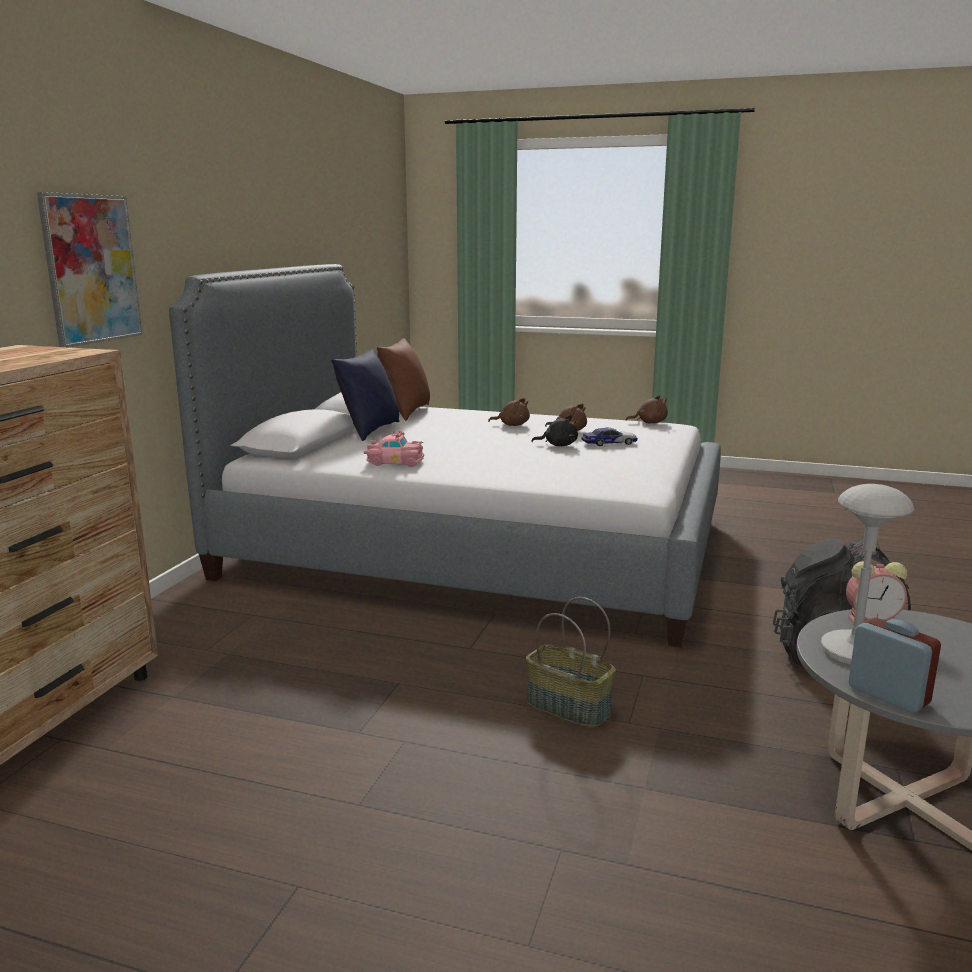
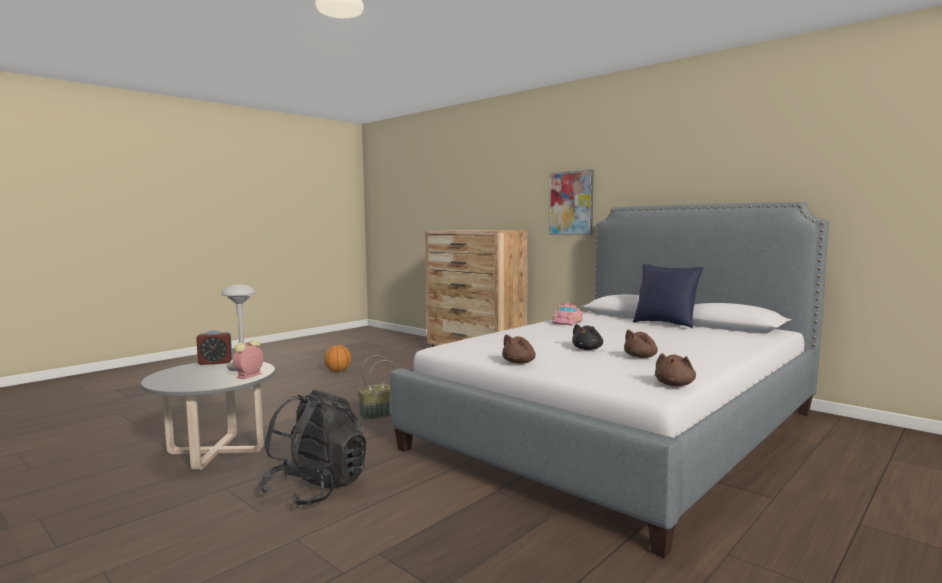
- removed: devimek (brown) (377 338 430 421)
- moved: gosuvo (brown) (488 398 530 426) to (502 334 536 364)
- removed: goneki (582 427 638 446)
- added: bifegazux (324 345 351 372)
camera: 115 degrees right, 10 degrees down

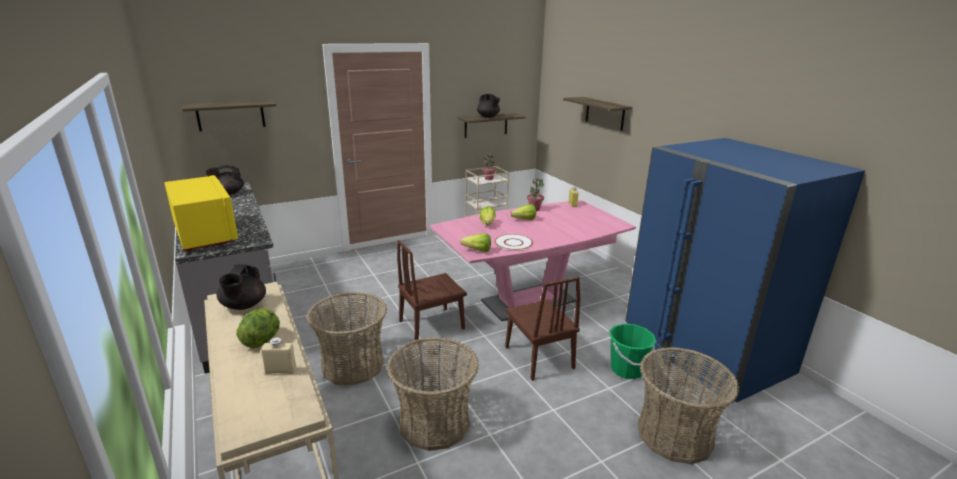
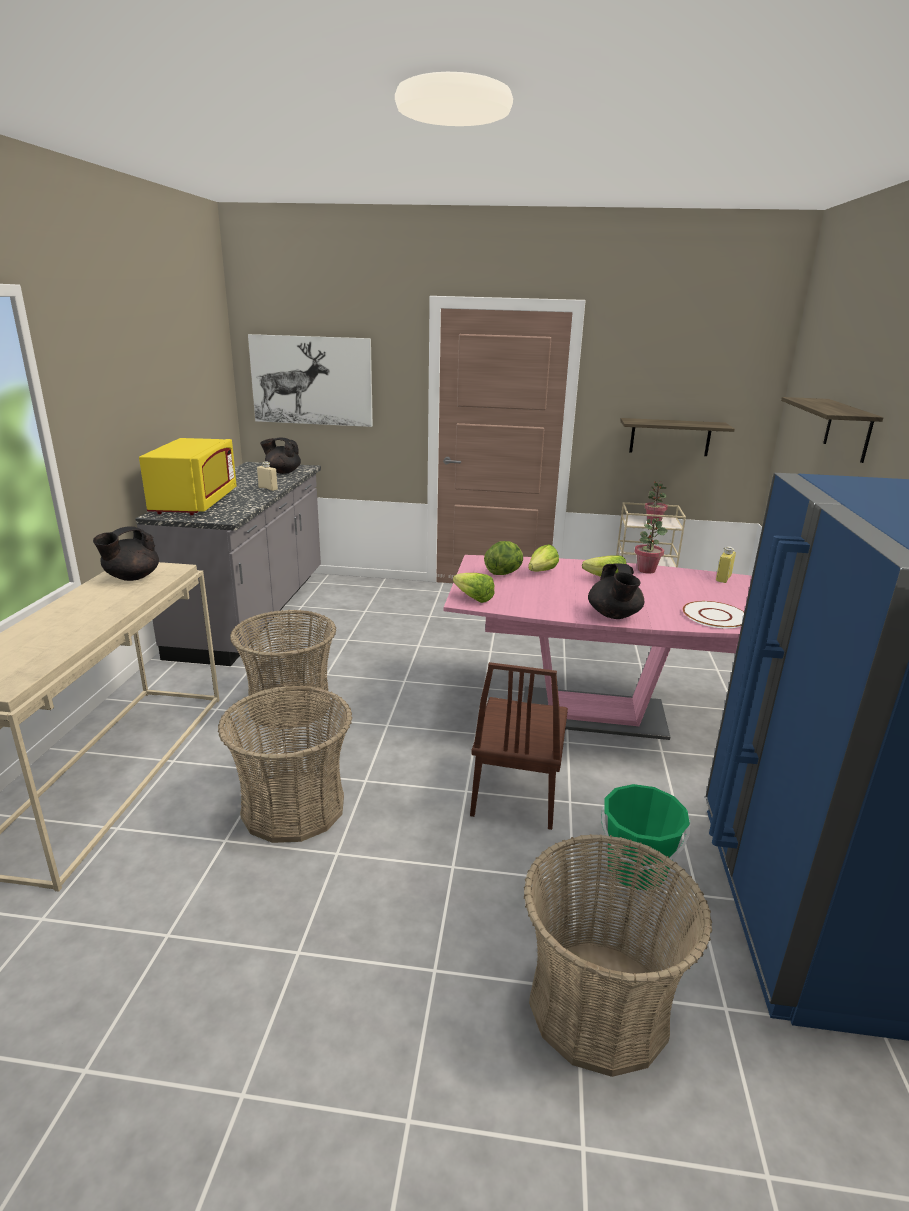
- replaced: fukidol (182 100 276 131) to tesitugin (248 334 373 427)
- moved: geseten (236 308 280 348) to (484 541 523 575)
- moved: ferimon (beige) (261 338 296 374) to (257 461 278 491)
- removed: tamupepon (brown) (397 240 467 340)
- moved: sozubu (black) (477 94 500 118) to (588 563 644 619)
- moved: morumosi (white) (495 234 533 251) to (683 601 744 629)
camera: 35 degrees right, 0 degrees up

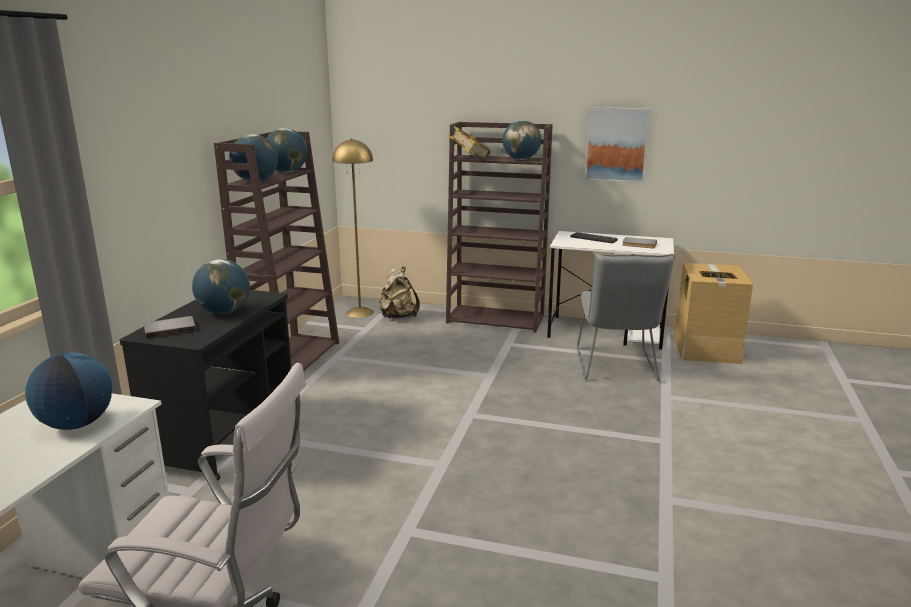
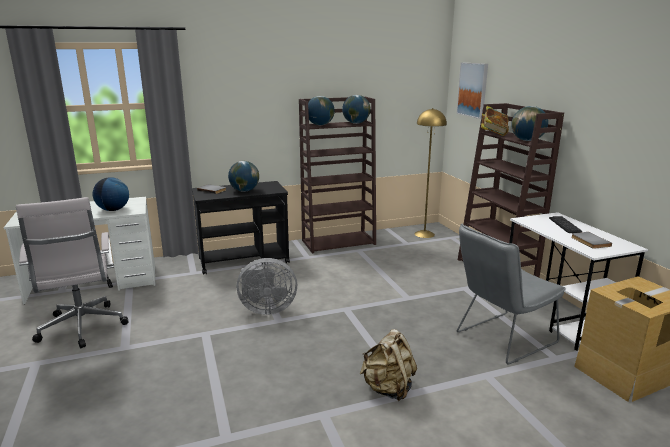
- moved: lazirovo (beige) (379 267 420 319) to (360 329 417 401)
- moved: tesitugin (585 107 650 183) to (456 62 488 119)
- added: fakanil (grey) (237 258 297 315)
camera: 55 degrees right, 0 degrees up

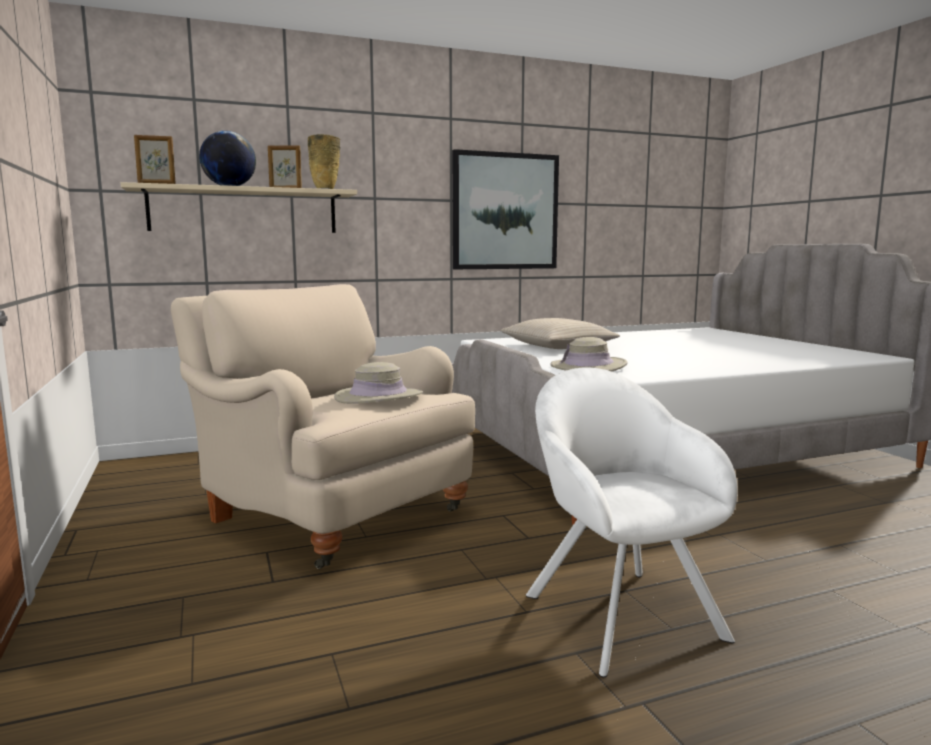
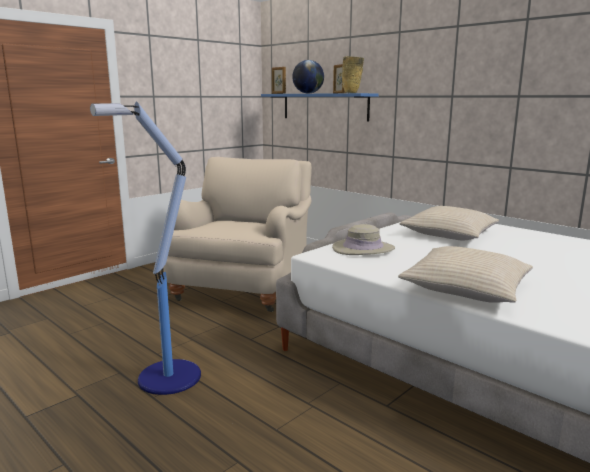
- recoloured: fukidol (beige) (121 182 357 233) to fukidol (blue) (261 93 379 121)
- removed: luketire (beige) (334 362 423 404)
- removed: tesitugin (452 149 559 269)
- replaced: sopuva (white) (526 368 738 677) to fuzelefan (90 102 201 395)
- added: devimek (beige) (398 246 533 303)
camera: 65 degrees right, 5 degrees up

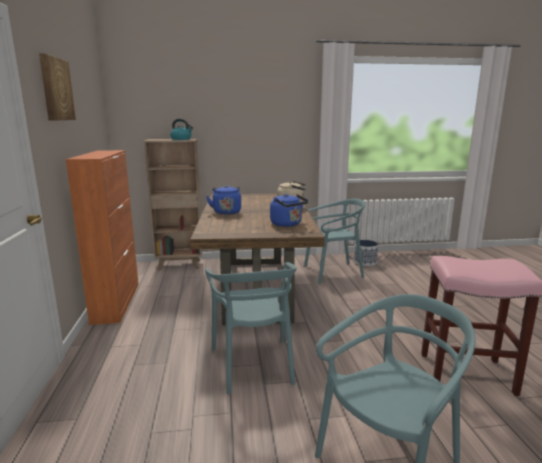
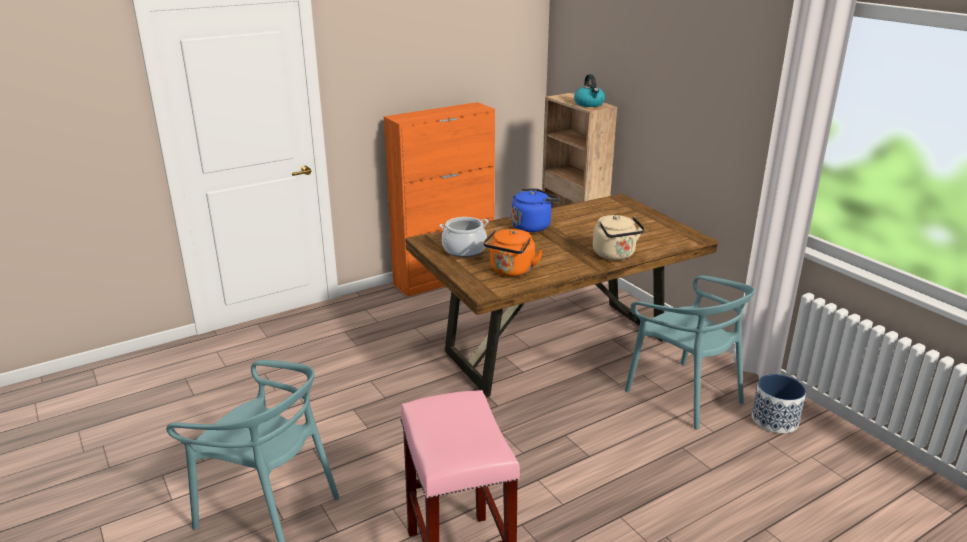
- removed: tesitugin (39 53 76 120)
- removed: tamupepon (turquoise) (205 262 297 395)
- recoloured: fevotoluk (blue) (270 194 308 227) to fevotoluk (orange) (483 229 543 277)
- added: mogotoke (440 217 489 257)
camera: 65 degrees right, 10 degrees up

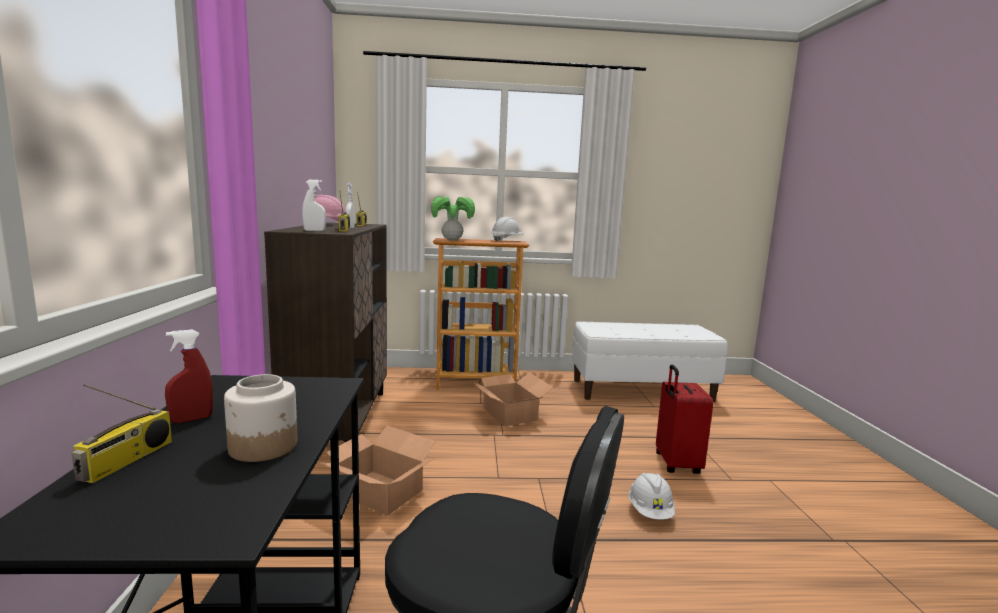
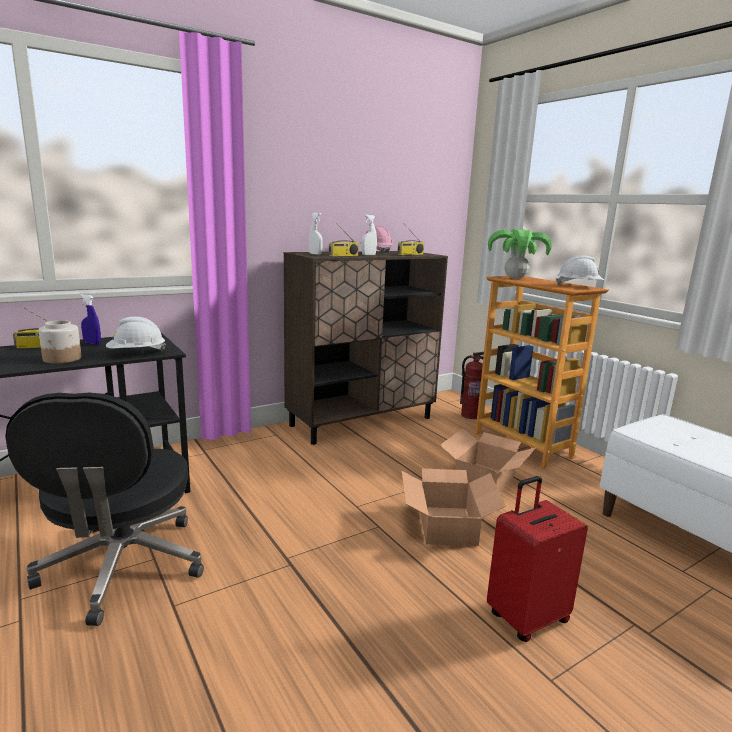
- recoloured: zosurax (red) (165 329 213 423) to zosurax (blue) (80 294 101 345)
- moved: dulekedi (318 426 436 516) to (402 469 506 546)
- moved: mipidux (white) (628 473 675 520) to (106 317 166 351)
- added: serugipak (460 352 484 419)
camera: 60 degrees right, 5 degrees up

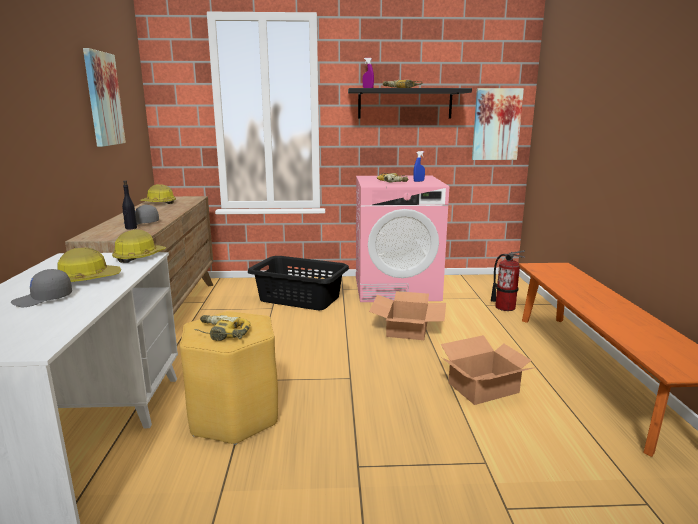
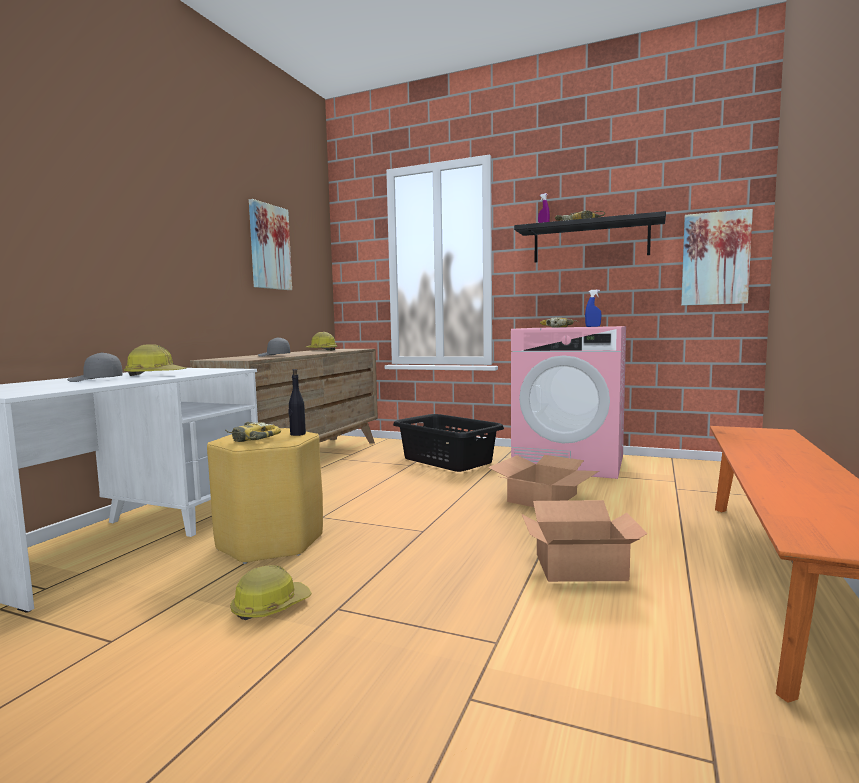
- moved: mipidux (112 229 166 263) to (230 565 312 620)
- moved: ferimon (black) (122 180 137 229) to (288 369 306 436)
- removed: serugipak (491 250 525 311)
camera: 25 degrees right, 10 degrees down

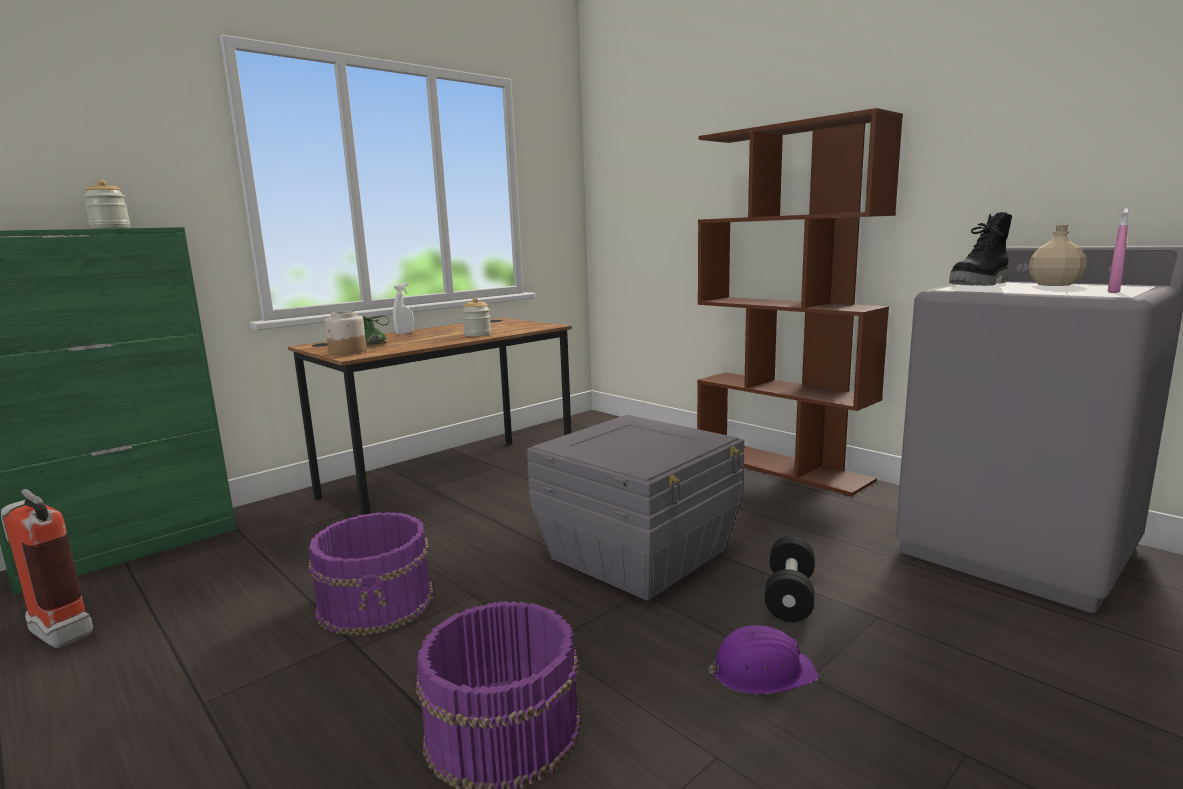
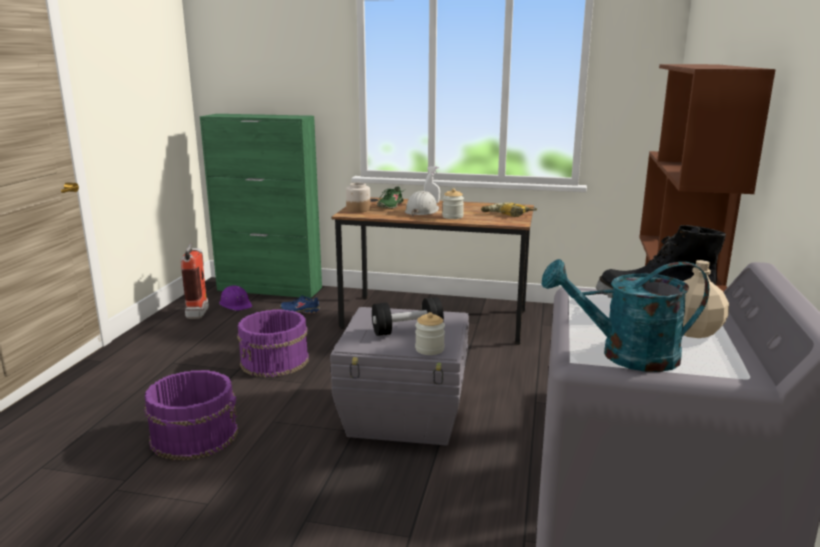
- moved: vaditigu (83 180 130 229) to (415 312 445 355)
- moved: mipidux (purple) (707 625 819 695) to (219 286 252 311)
- moved: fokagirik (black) (765 536 815 622) to (372 297 444 336)
- replaced: zosurax (pink) (1108 208 1129 293) to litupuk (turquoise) (542 259 709 372)
- added: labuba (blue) (280 295 320 313)
- added: mipidux (white) (405 191 439 216)
- added: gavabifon (481 202 537 217)
camera: 55 degrees right, 5 degrees up

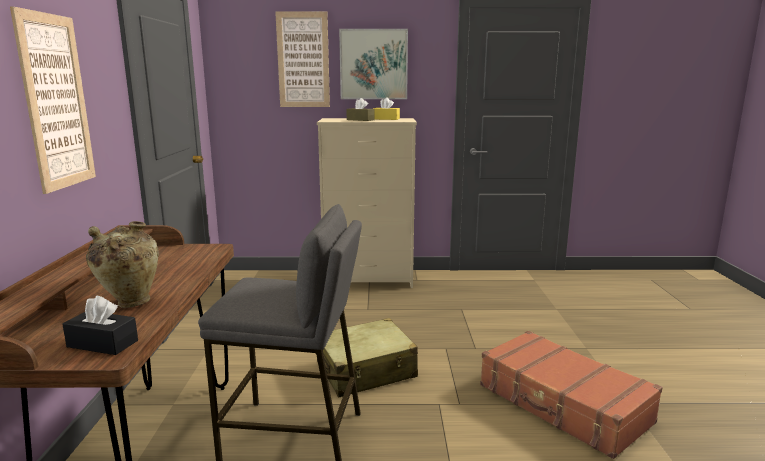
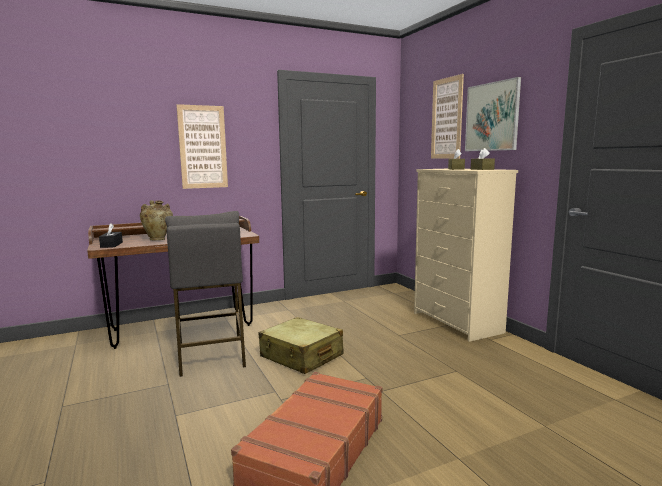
- recoloured: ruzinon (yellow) (373 97 400 120) to ruzinon (brown) (471 148 495 170)
camera: 65 degrees right, 5 degrees down

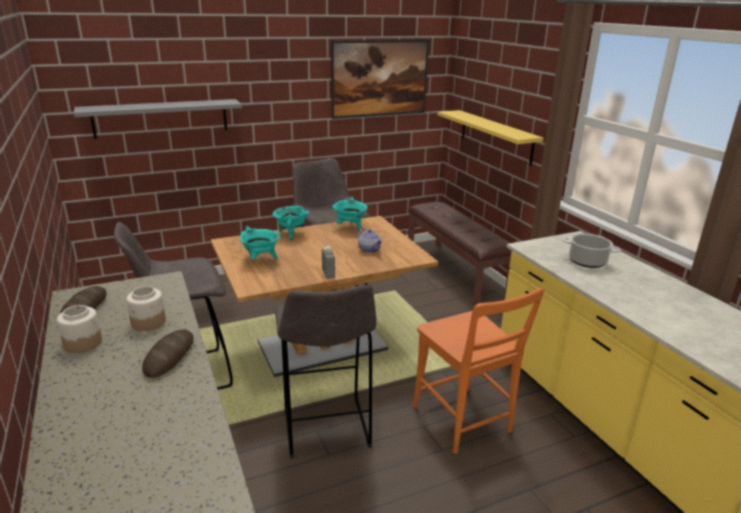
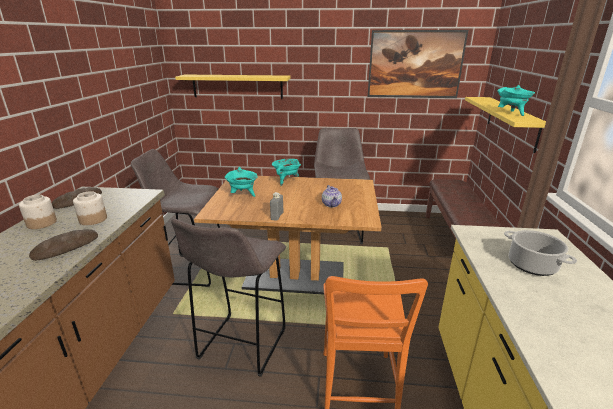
- recoloured: fukidol (grey) (74 99 242 139) to fukidol (yellow) (175 75 291 99)
- moved: mogotoke (turquoise) (333 197 368 229) to (497 85 535 116)
camera: 30 degrees right, 0 degrees up

